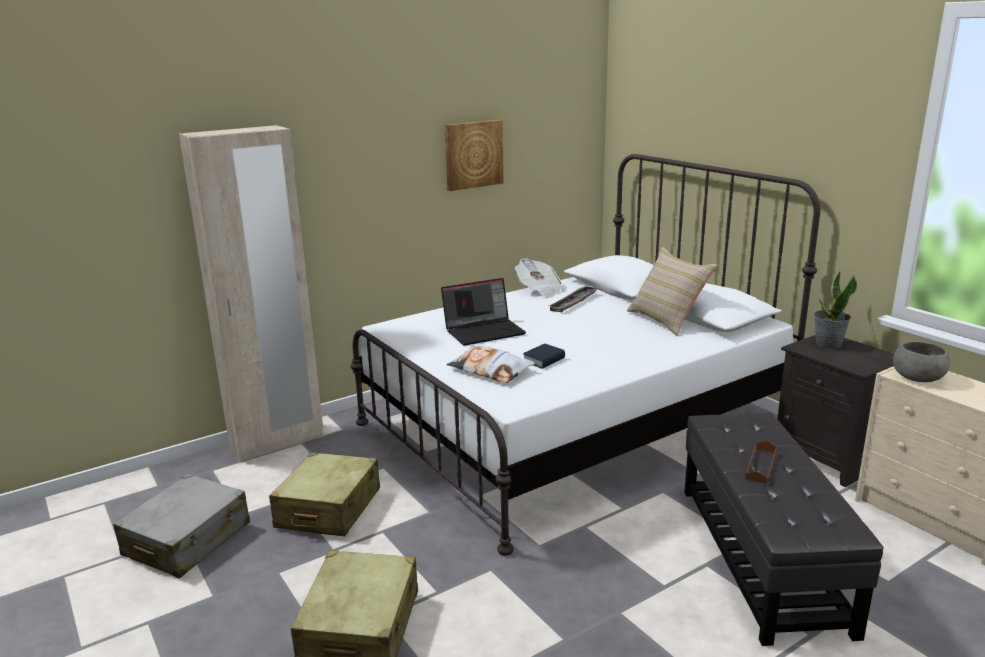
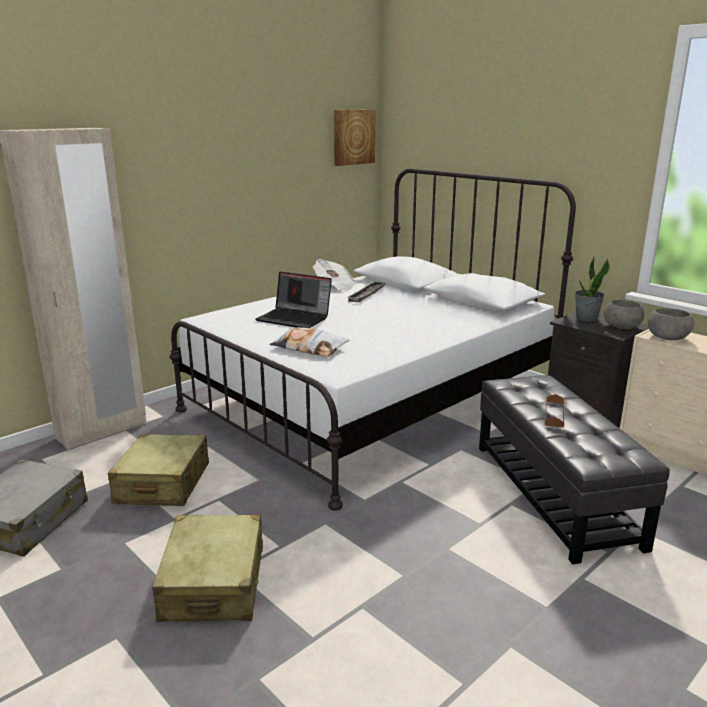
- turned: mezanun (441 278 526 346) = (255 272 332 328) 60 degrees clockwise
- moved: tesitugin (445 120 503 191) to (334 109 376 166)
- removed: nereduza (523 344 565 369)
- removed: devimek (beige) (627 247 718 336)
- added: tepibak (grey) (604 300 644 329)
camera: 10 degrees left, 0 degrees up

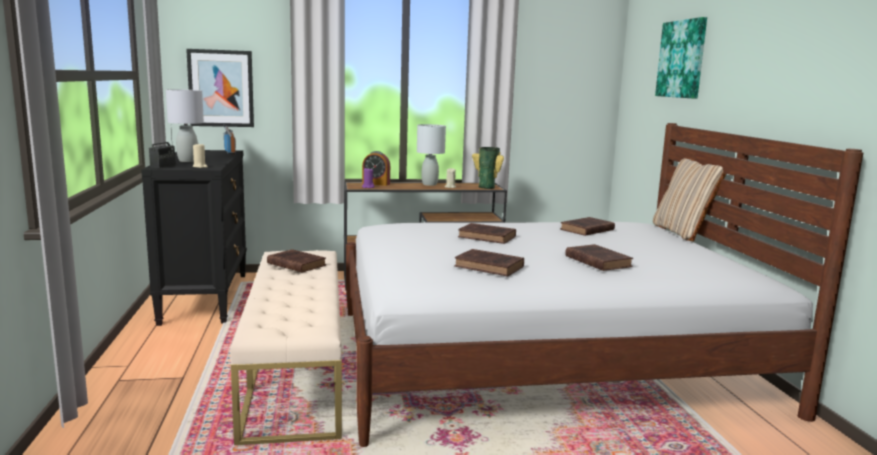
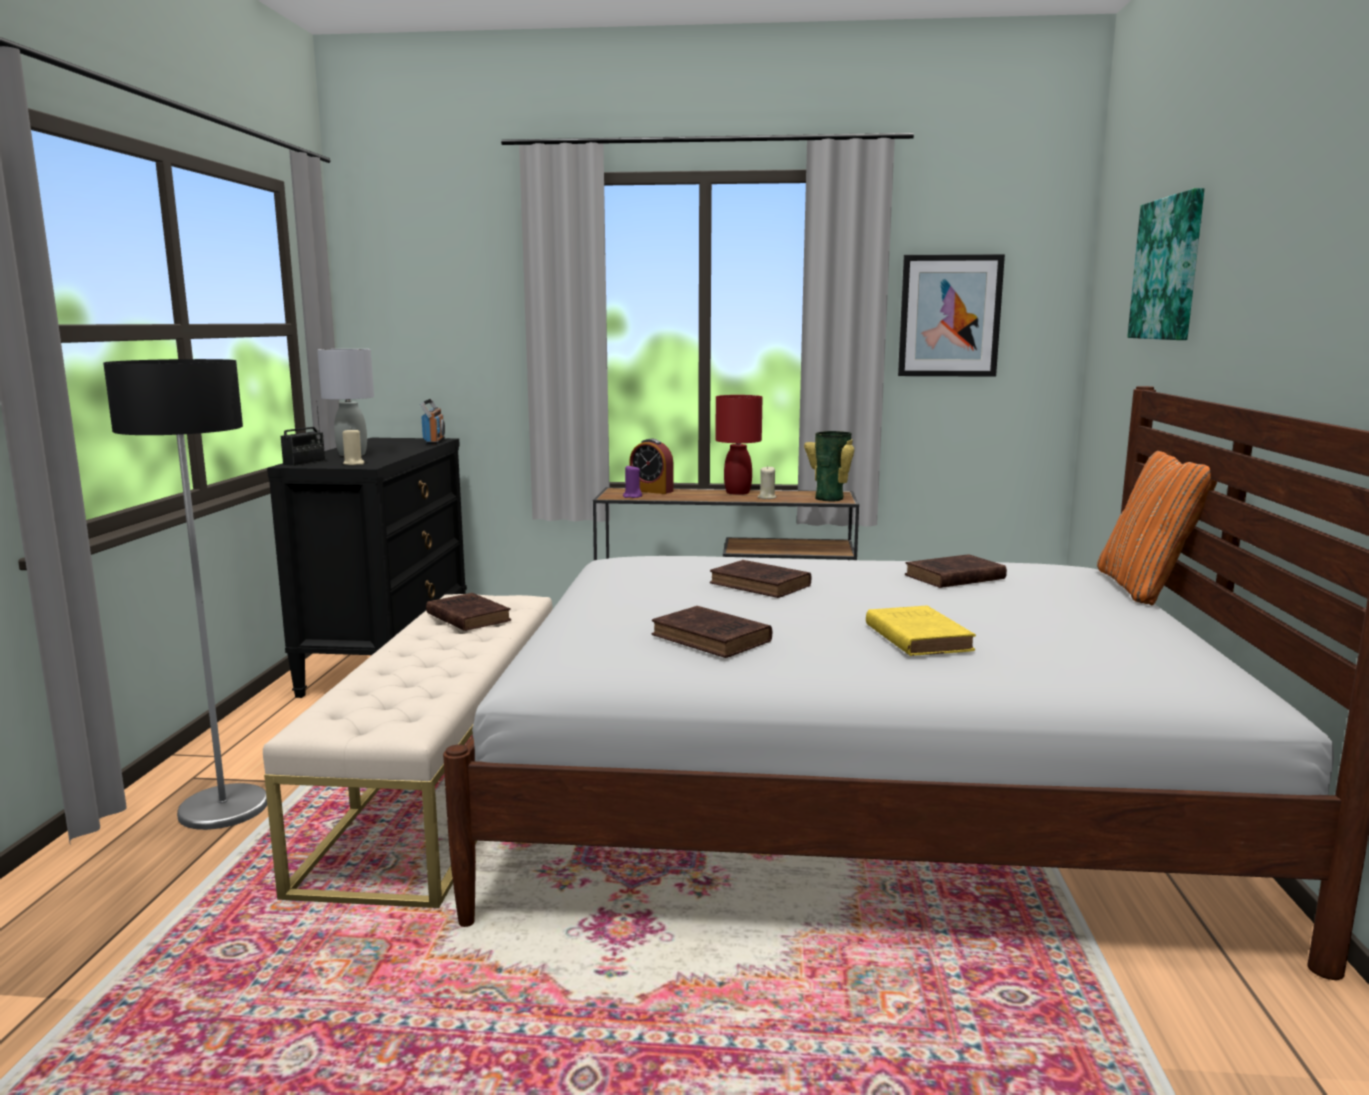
- moved: tesitugin (186 49 254 127) to (898 254 1005 377)
- recoloured: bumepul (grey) (417 124 446 186) to bumepul (red) (715 395 763 495)
- recoloured: nereduza (brown) (565 244 633 271) to nereduza (yellow) (866 606 976 656)
- recoloured: devimek (beige) (653 158 726 241) to devimek (orange) (1097 451 1217 605)
- added: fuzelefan (103 359 267 830)
camera: 15 degrees right, 0 degrees up

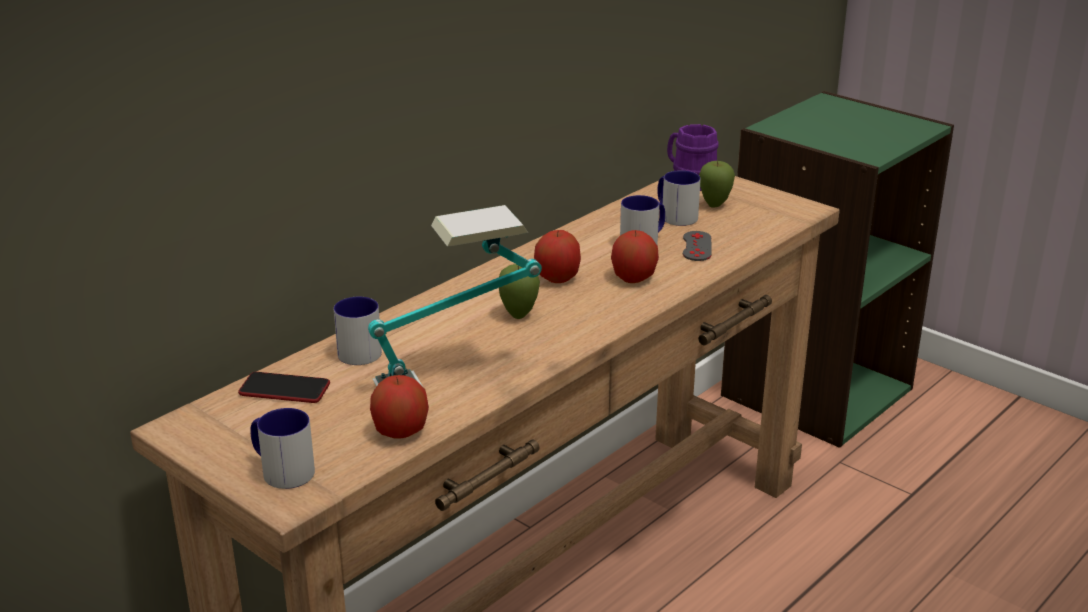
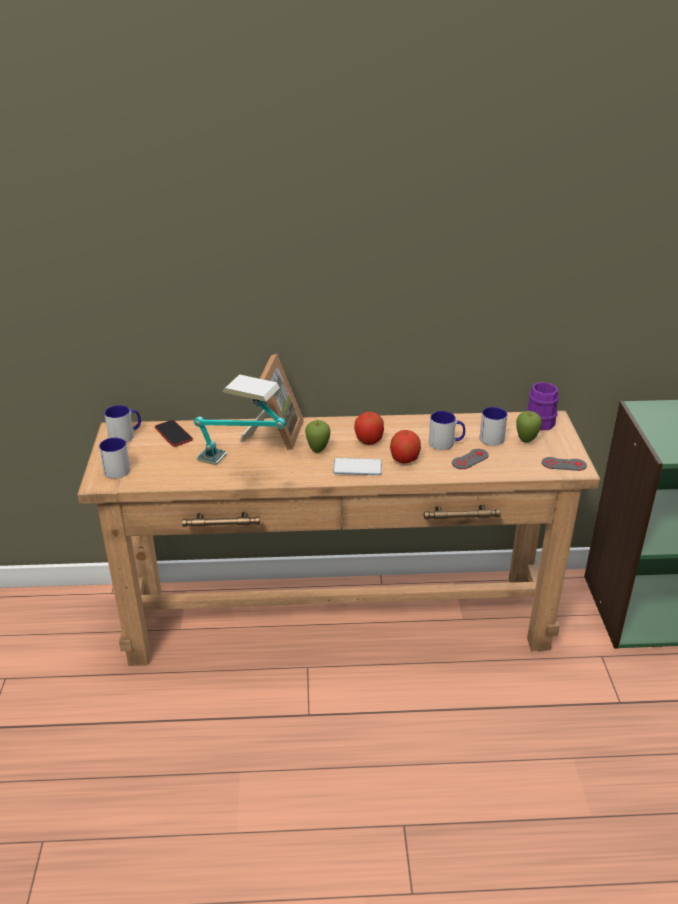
- moved: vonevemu (334 297 382 365) to (104 405 141 443)
- removed: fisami (370 375 429 439)
- added: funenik (240 354 304 450)
- added: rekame (333 458 382 475)
- added: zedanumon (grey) (542 457 587 471)
camera: 45 degrees right, 5 degrees up

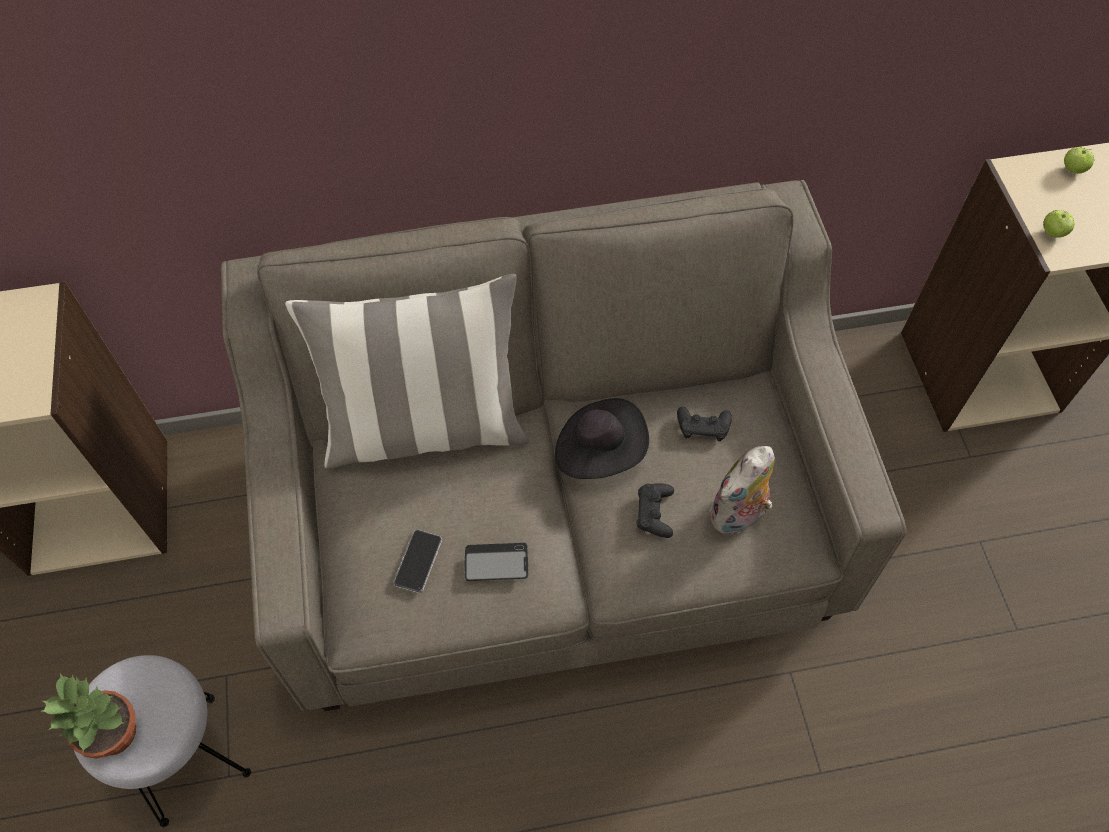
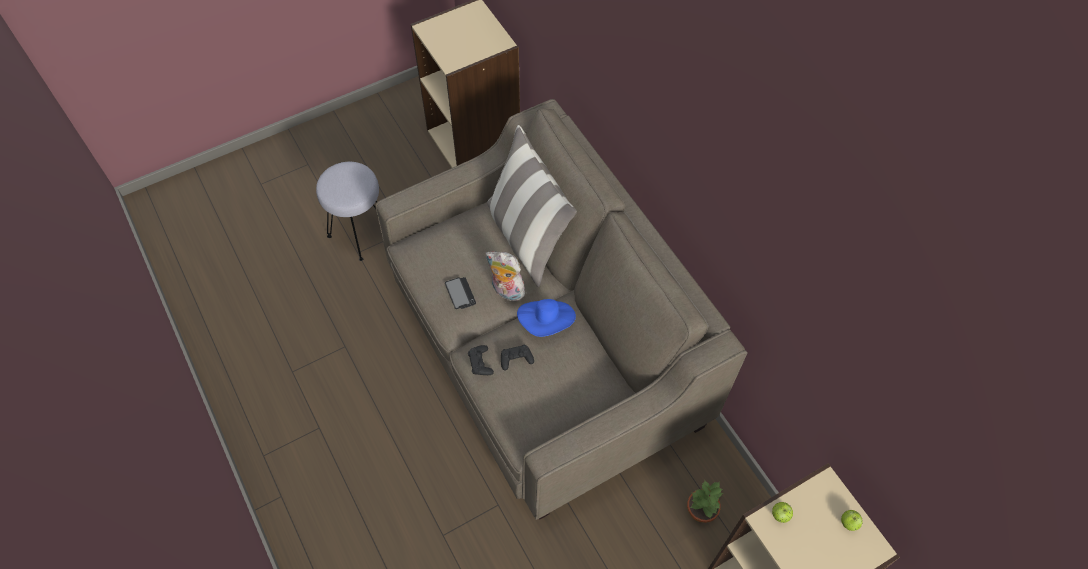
- moved: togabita (40 674 136 759) to (687 480 724 523)
- removed: rekame (394 530 442 593)
- recoloured: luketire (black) (555 398 649 479) to luketire (blue) (517 299 576 337)
- moved: zedanumon (black) (677 407 732 441) to (468 345 494 375)
- moved: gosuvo (709 446 775 534) to (486 251 525 301)
camera: 70 degrees right, 0 degrees up

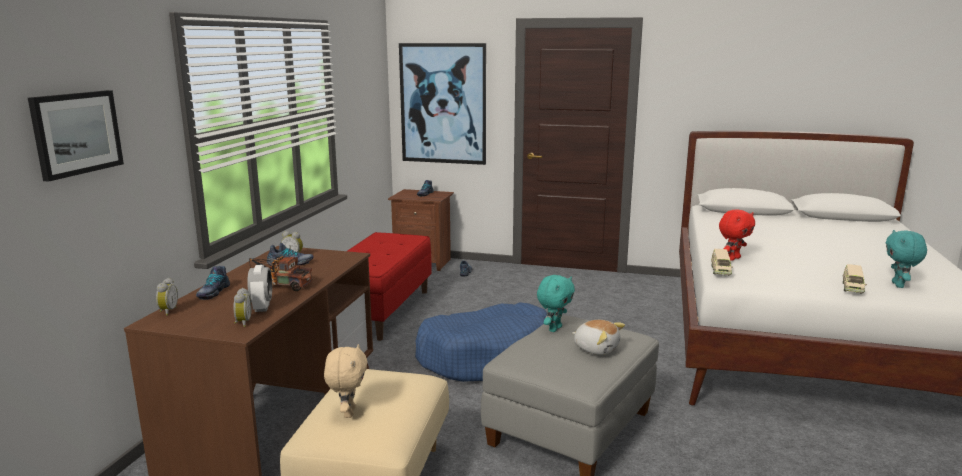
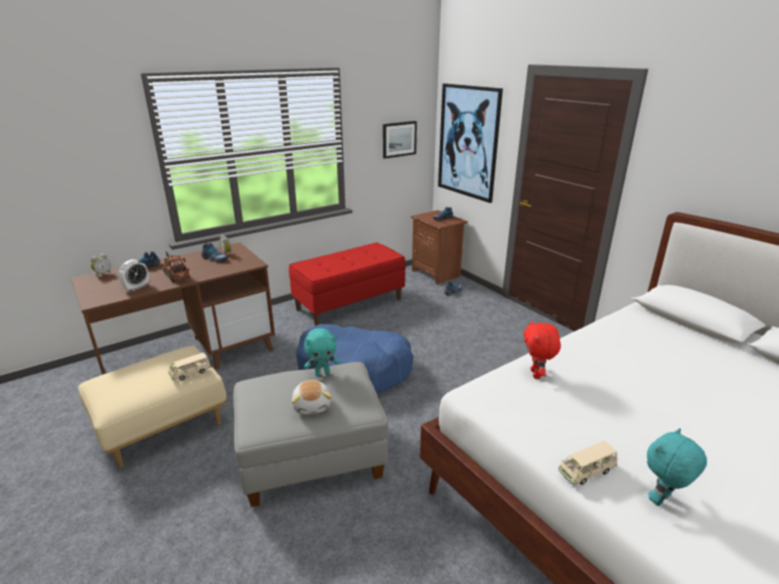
- moved: tesitugin (28 90 124 182) to (383 121 417 159)
- removed: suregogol (233 288 252 327)
- removed: gosuvo (beige) (324 344 368 418)
- moved: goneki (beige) (711 249 733 275) to (168 352 211 380)
- turned: gosuvo (red) (719 210 755 261) = (524 320 561 379) 90 degrees clockwise
camera: 40 degrees right, 10 degrees up

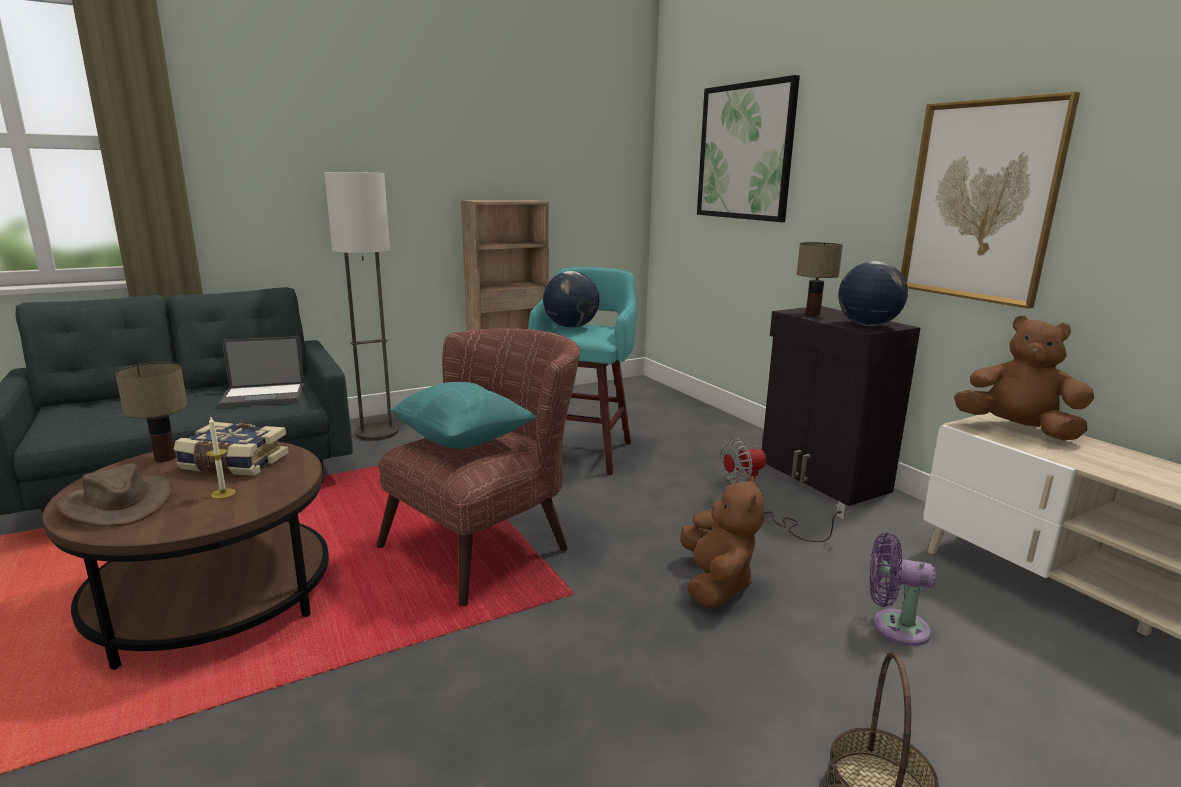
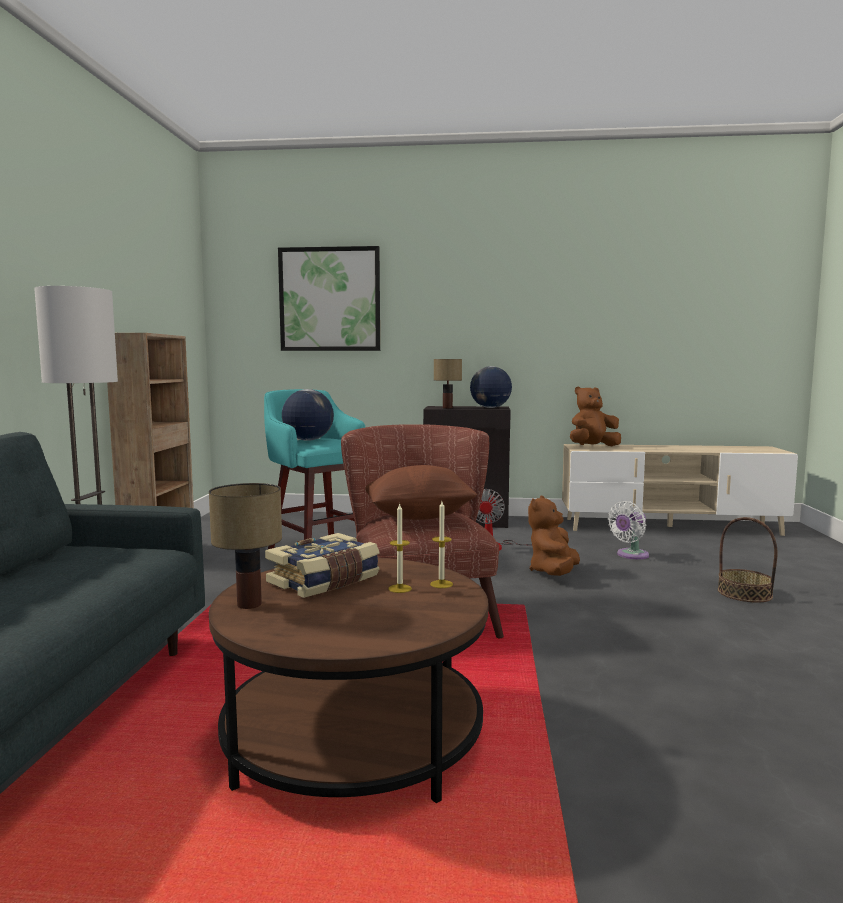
- removed: luketire (brown) (55 464 173 526)
- removed: mezanun (218 336 305 408)
- recoloured: devimek (turquoise) (389 382 537 449) to devimek (brown) (365 465 477 520)
- turned: gosuvo (brown) (681 476 764 609) = (528 496 580 576) 105 degrees counterclockwise
- recoloured: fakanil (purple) (870 532 936 646) to fakanil (white) (608 501 649 559)
- removed: tesitugin (901 92 1080 309)
- added: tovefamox (430 501 453 588)
camera: 55 degrees left, 10 degrees down

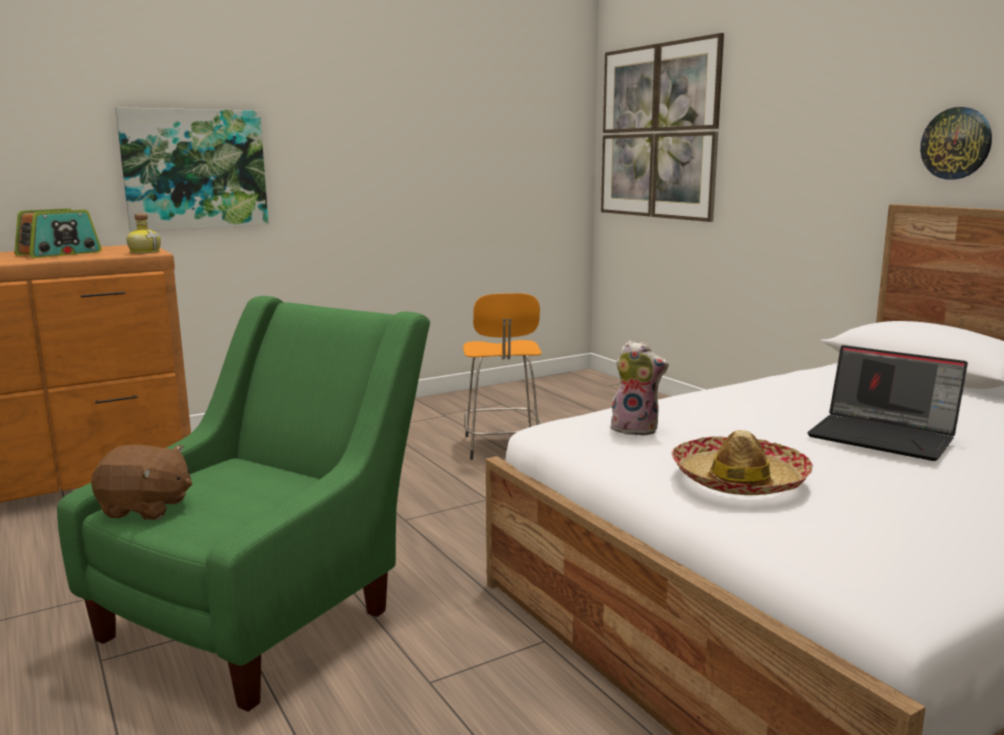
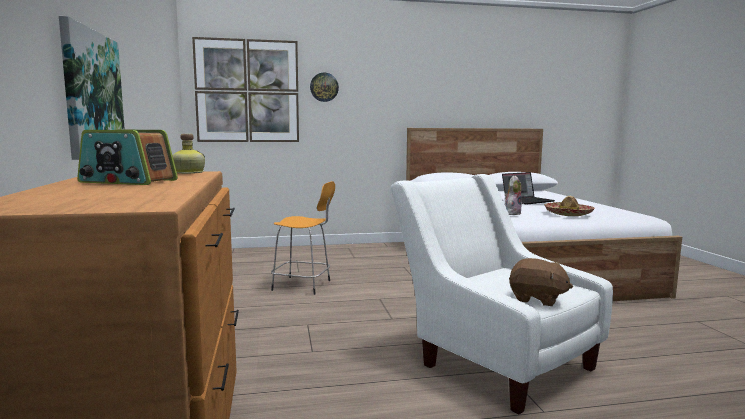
- turned: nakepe (15 208 102 258) = (77 129 178 185) 135 degrees clockwise
- recoloured: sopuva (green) (57 296 430 712) to sopuva (white) (391 174 613 414)
- turned: gosuvo (brown) (91 445 192 520) = (509 258 573 306) 90 degrees clockwise
- moved: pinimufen (920 107 992 180) to (310 73 339 102)
camera: 70 degrees left, 5 degrees down

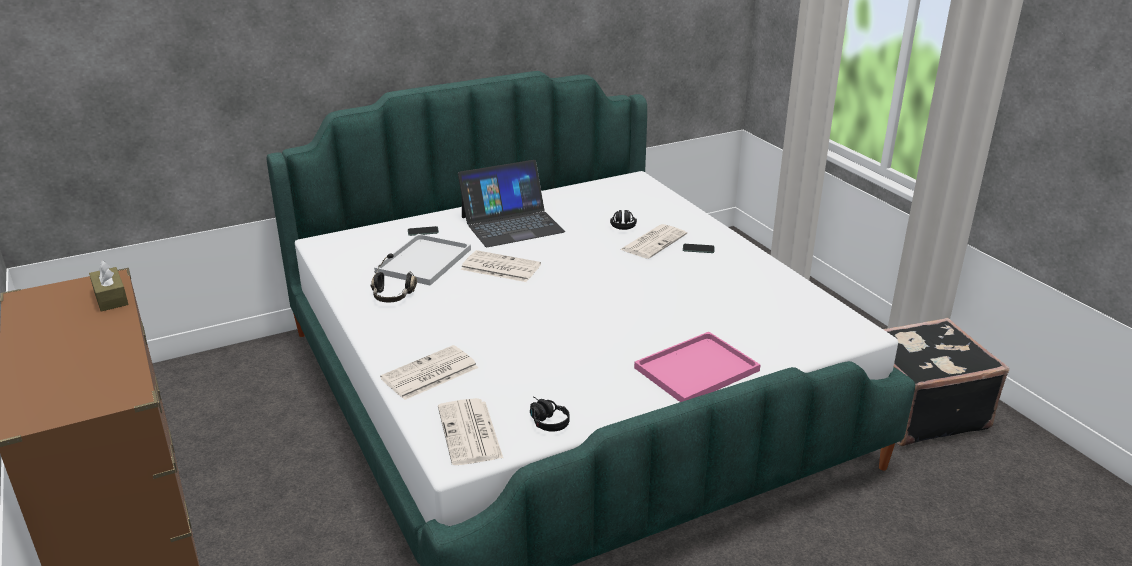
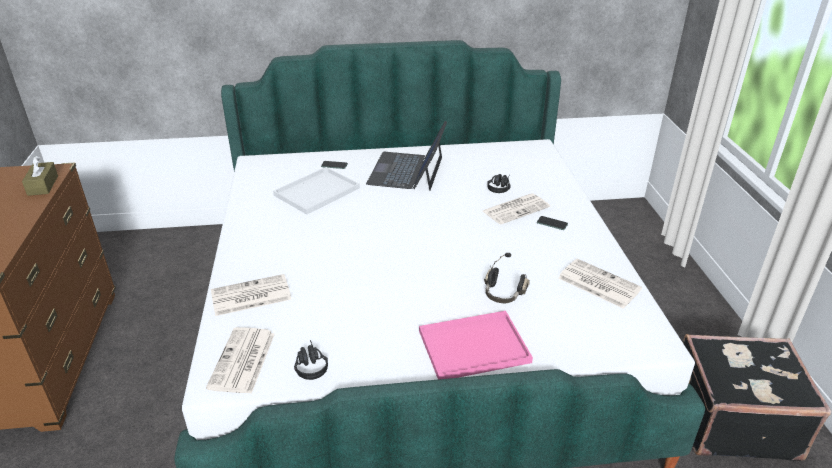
- moved: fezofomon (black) (370 254 417 303) to (484 253 530 303)
- turned: mezanun (458 160 565 247) = (366 121 447 191) 105 degrees clockwise
- moved: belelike (461 250 541 282) to (558 259 642 309)
camera: 20 degrees right, 5 degrees up

